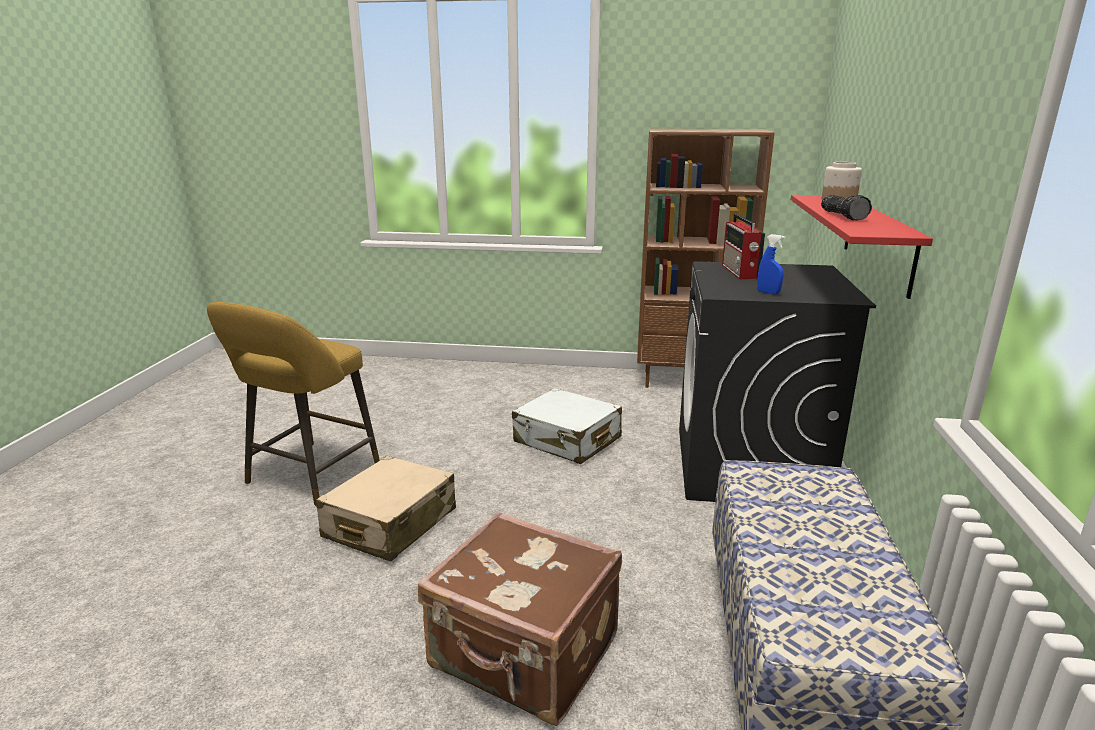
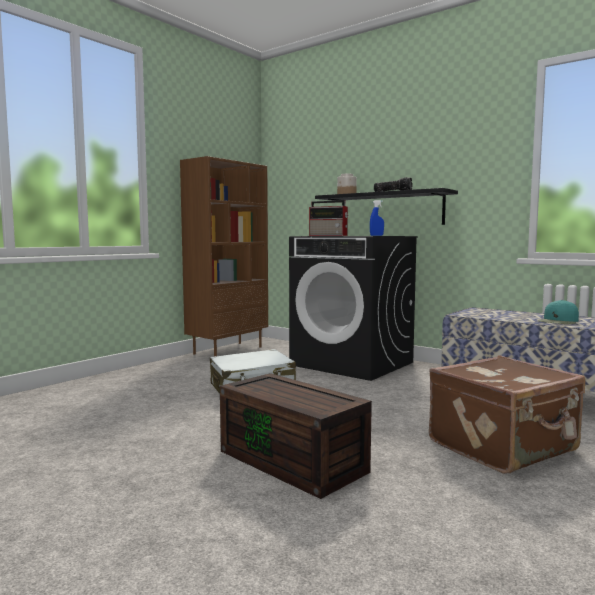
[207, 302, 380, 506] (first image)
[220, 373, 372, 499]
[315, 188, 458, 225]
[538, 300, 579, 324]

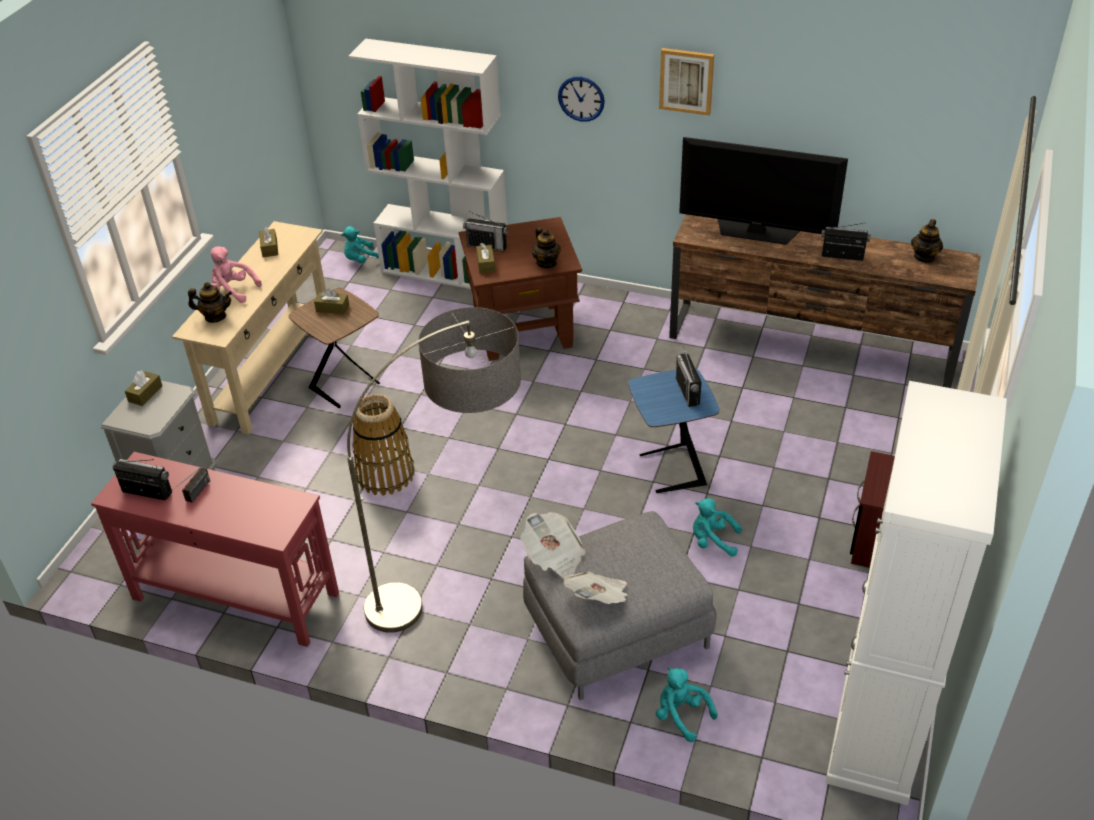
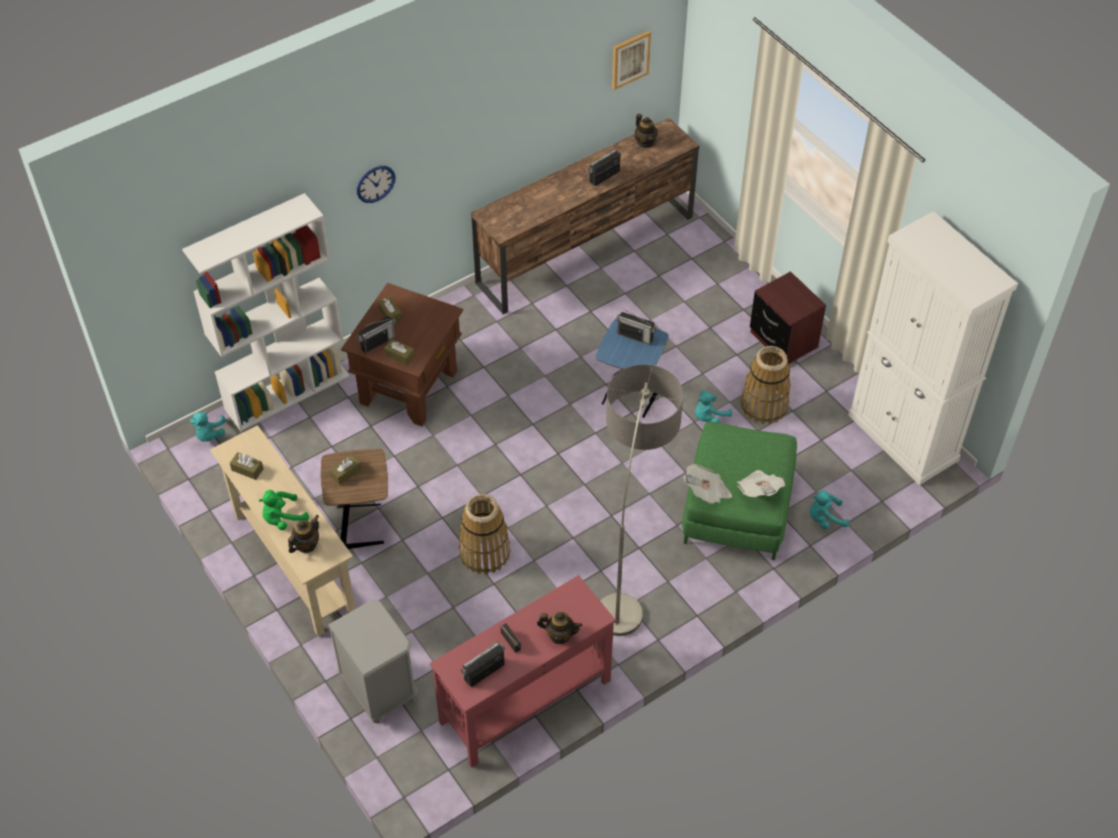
[378, 296, 402, 323]
[259, 490, 309, 530]
[682, 422, 797, 560]
[537, 611, 582, 644]
[612, 30, 651, 90]
[679, 137, 848, 245] (first image)
[741, 346, 791, 424]

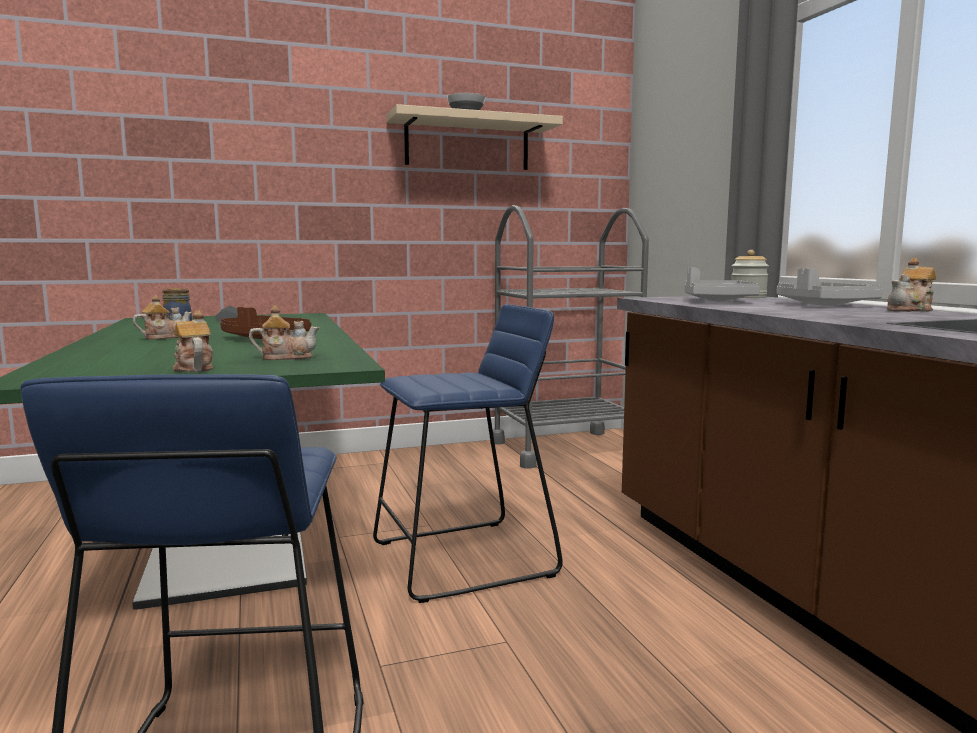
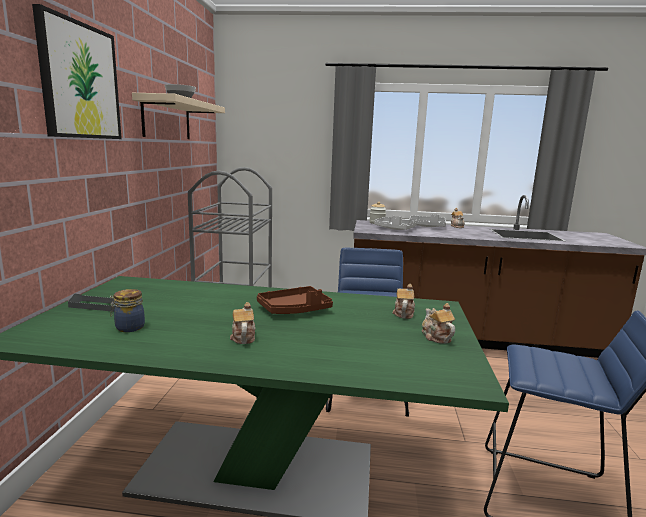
[422, 303, 455, 344]
[32, 4, 122, 139]

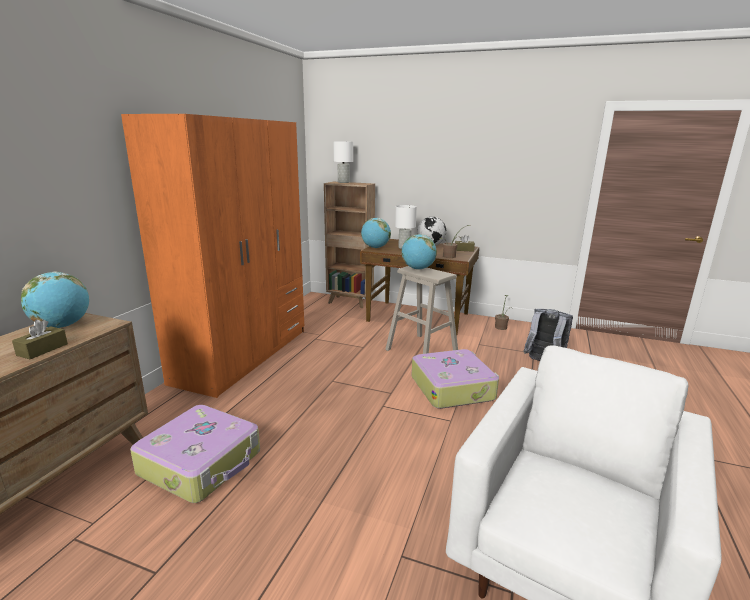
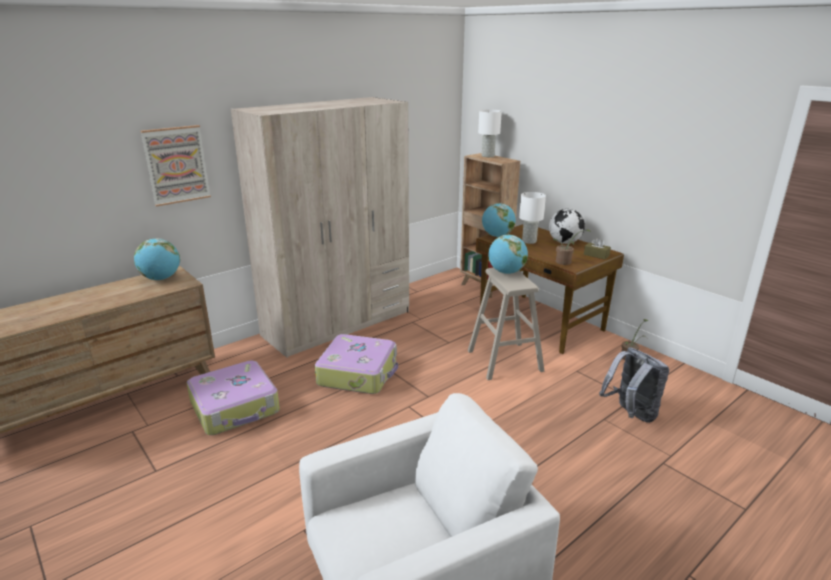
[12, 320, 68, 359] (first image)
[231, 97, 409, 358]
[315, 334, 398, 394]
[141, 125, 211, 207]

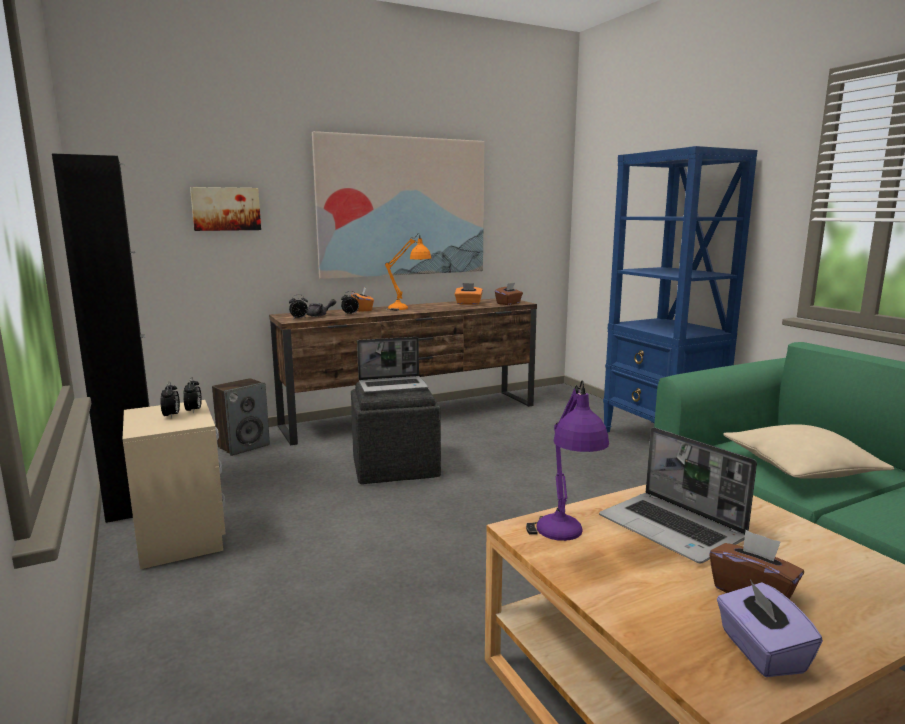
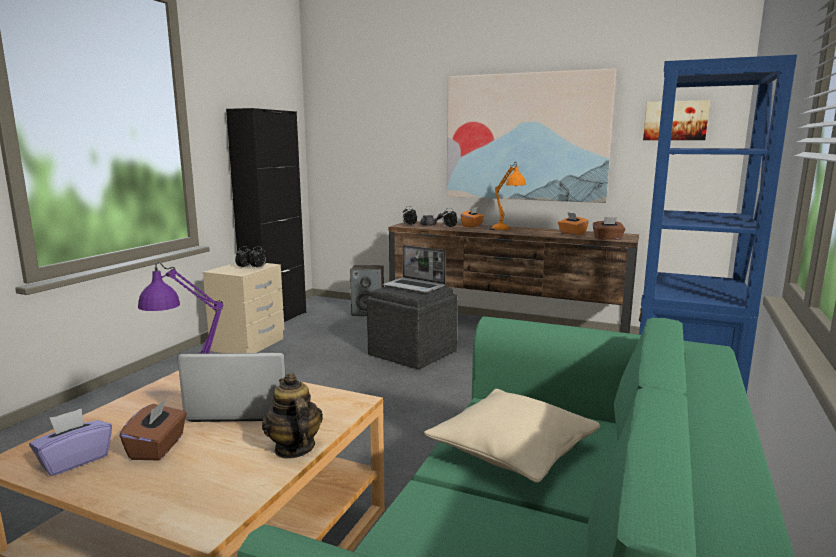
[643, 100, 710, 140]
[177, 353, 286, 422]
[262, 373, 323, 459]

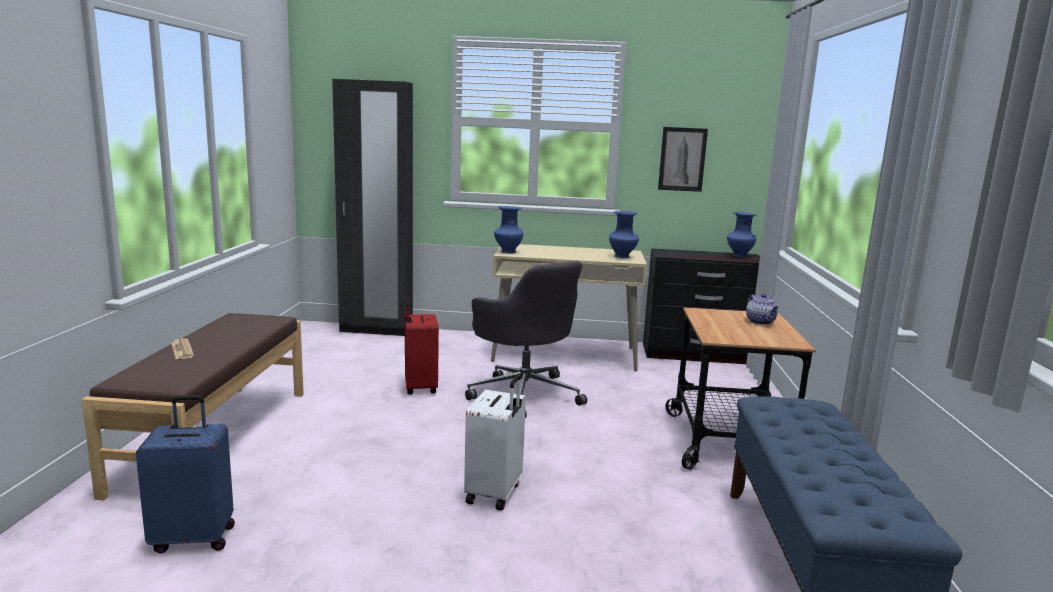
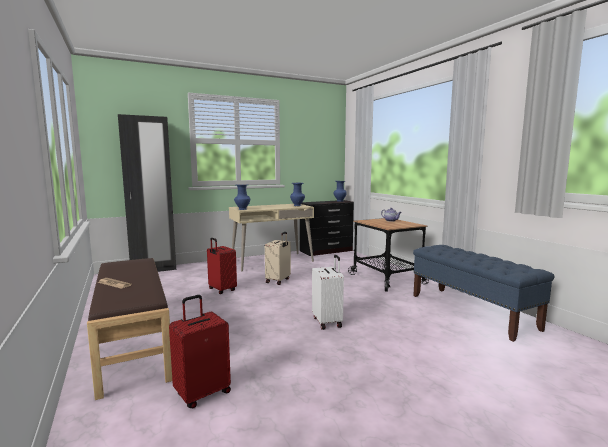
[169, 295, 231, 408]
[265, 232, 291, 285]
[658, 127, 708, 192] (first image)

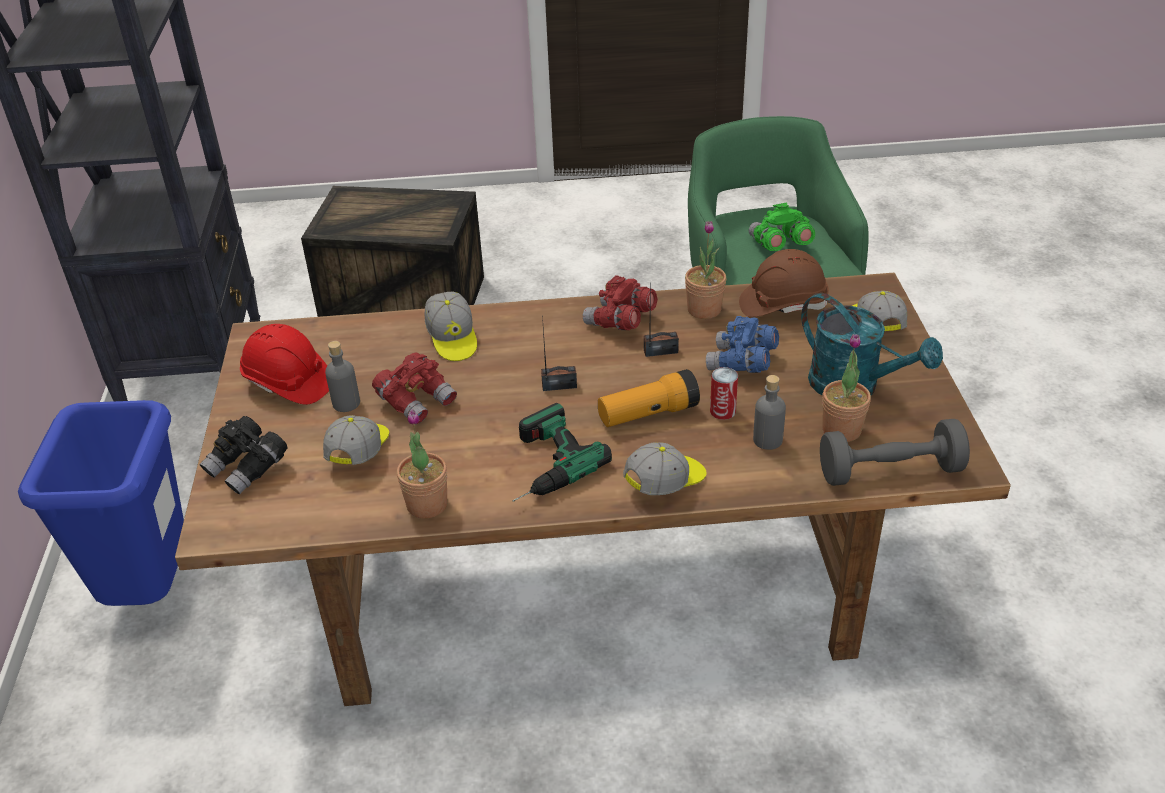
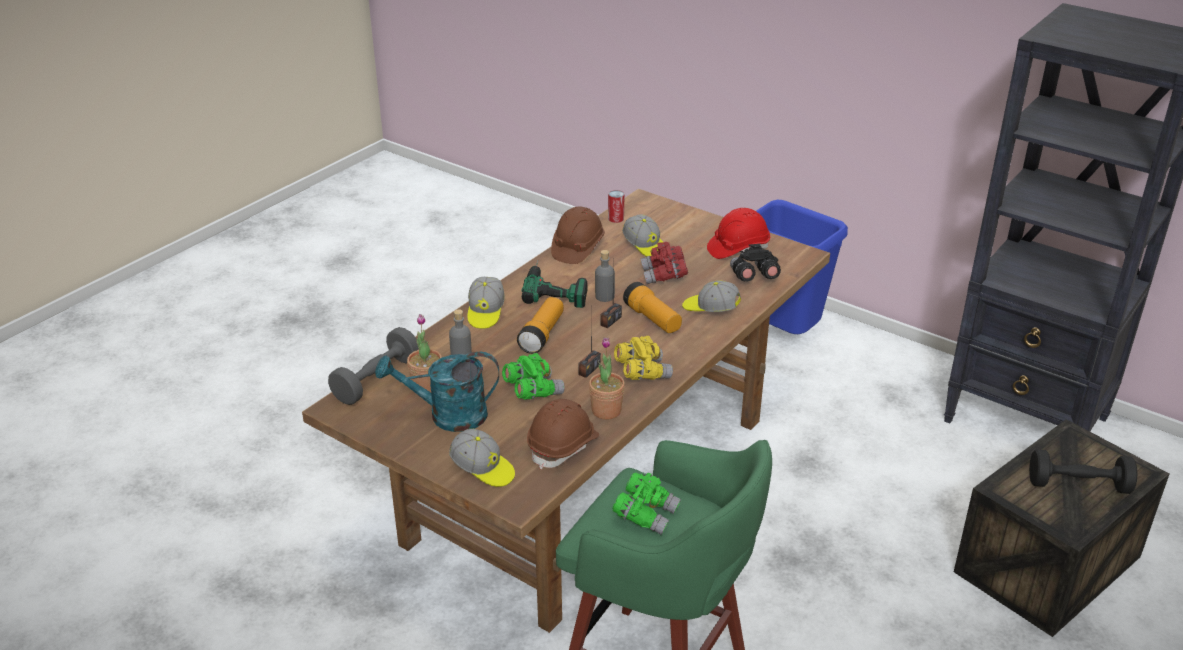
[730, 244, 781, 281]
[595, 250, 615, 302]
[551, 206, 605, 264]
[614, 336, 673, 380]
[502, 353, 565, 400]
[608, 190, 625, 223]
[623, 282, 682, 333]
[1029, 449, 1137, 494]

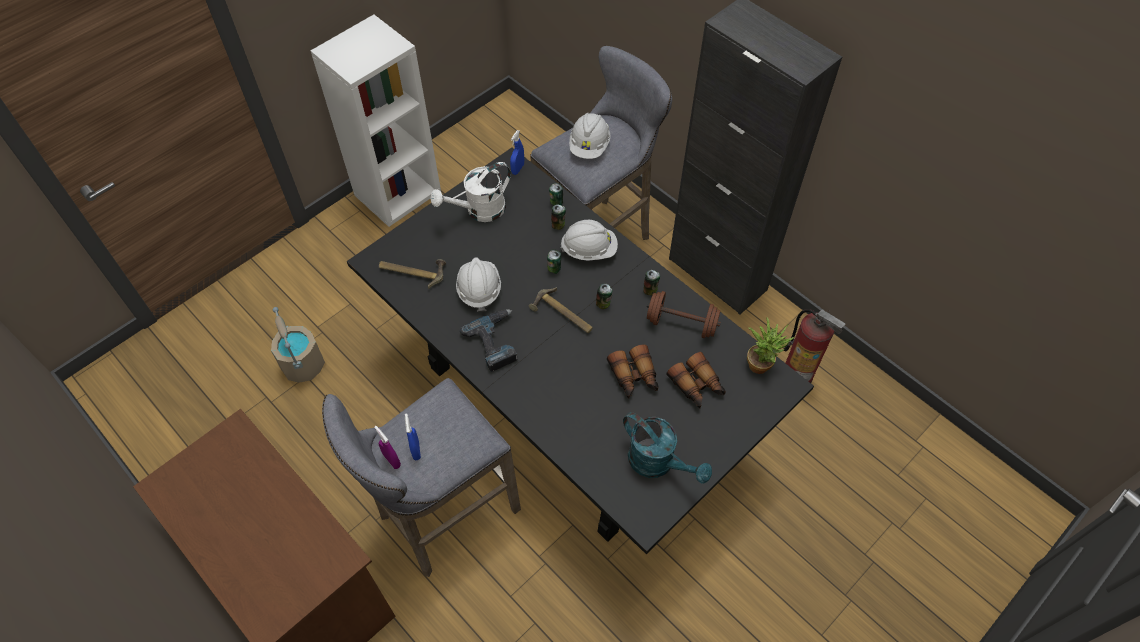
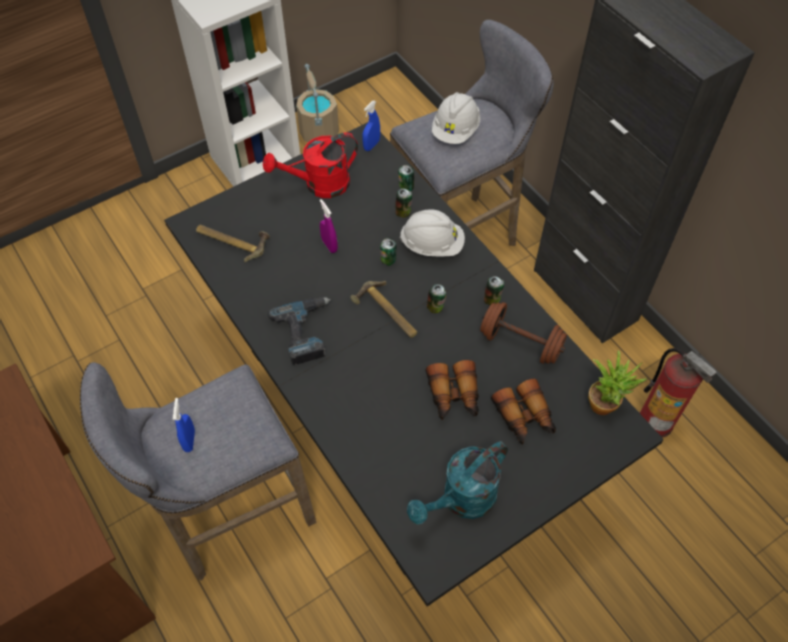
[296, 64, 339, 142]
[320, 199, 338, 253]
[263, 132, 358, 198]
[456, 257, 501, 312] (first image)
[407, 441, 508, 524]

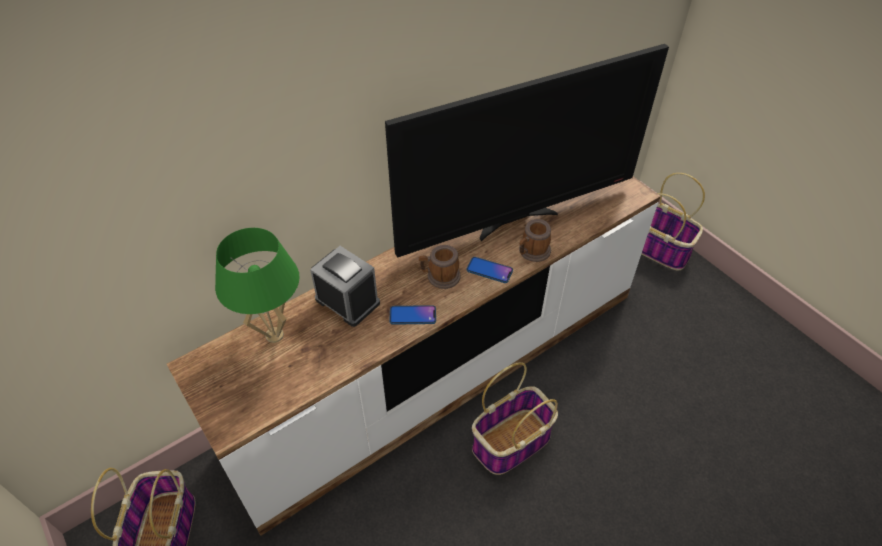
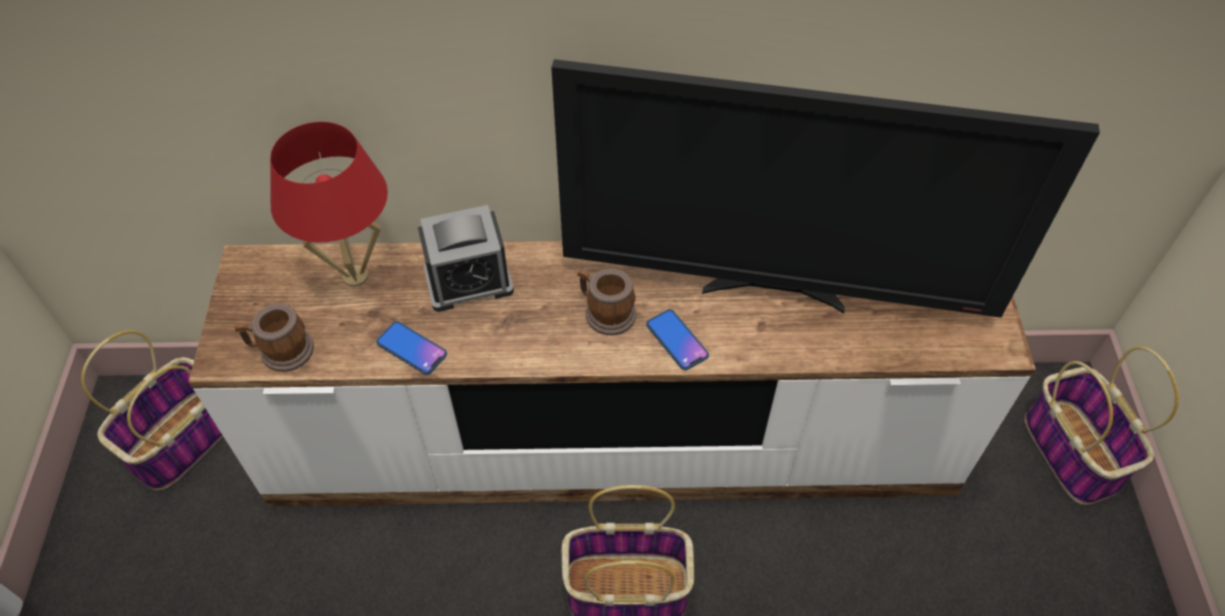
[270, 122, 388, 287]
[418, 205, 514, 312]
[376, 321, 447, 375]
[235, 303, 314, 372]

